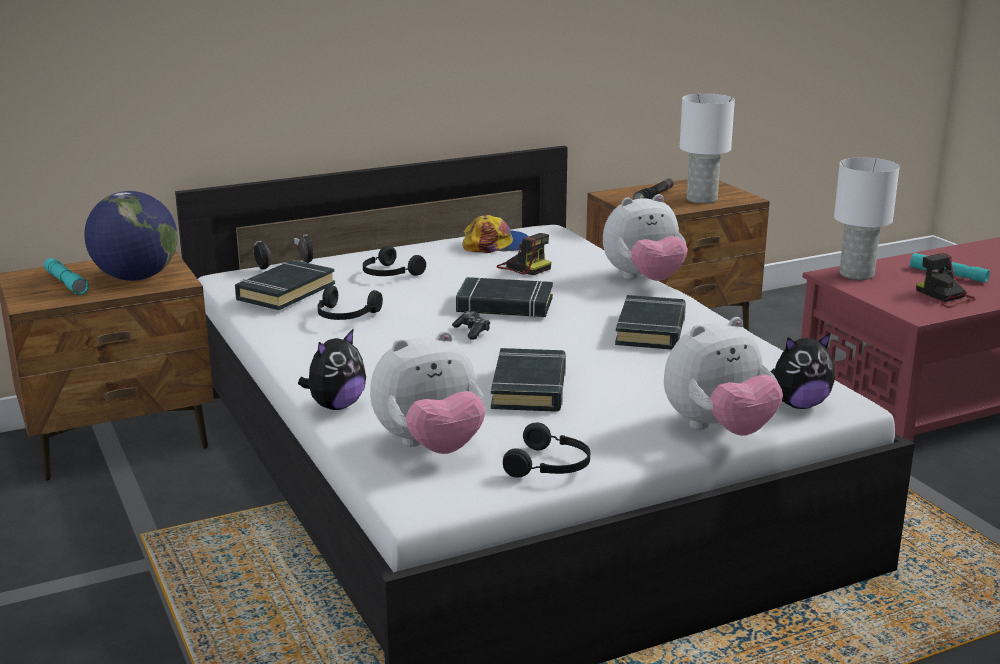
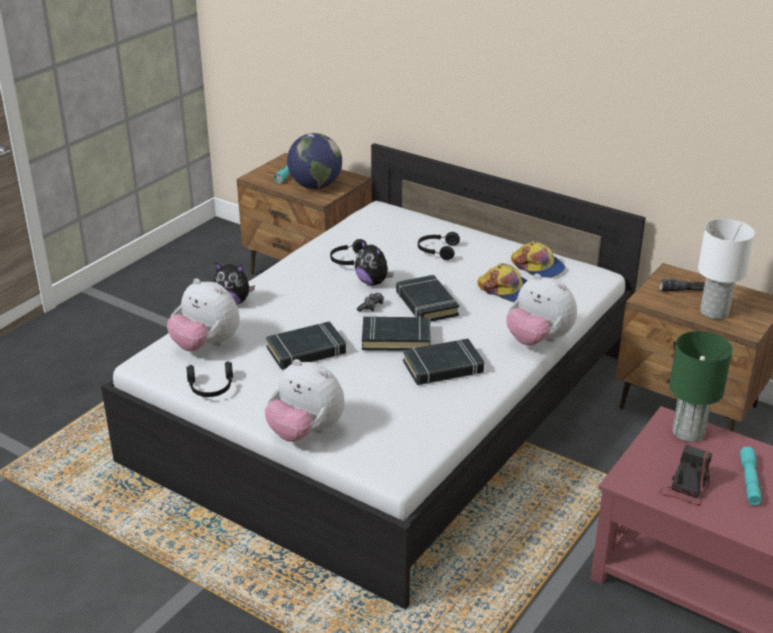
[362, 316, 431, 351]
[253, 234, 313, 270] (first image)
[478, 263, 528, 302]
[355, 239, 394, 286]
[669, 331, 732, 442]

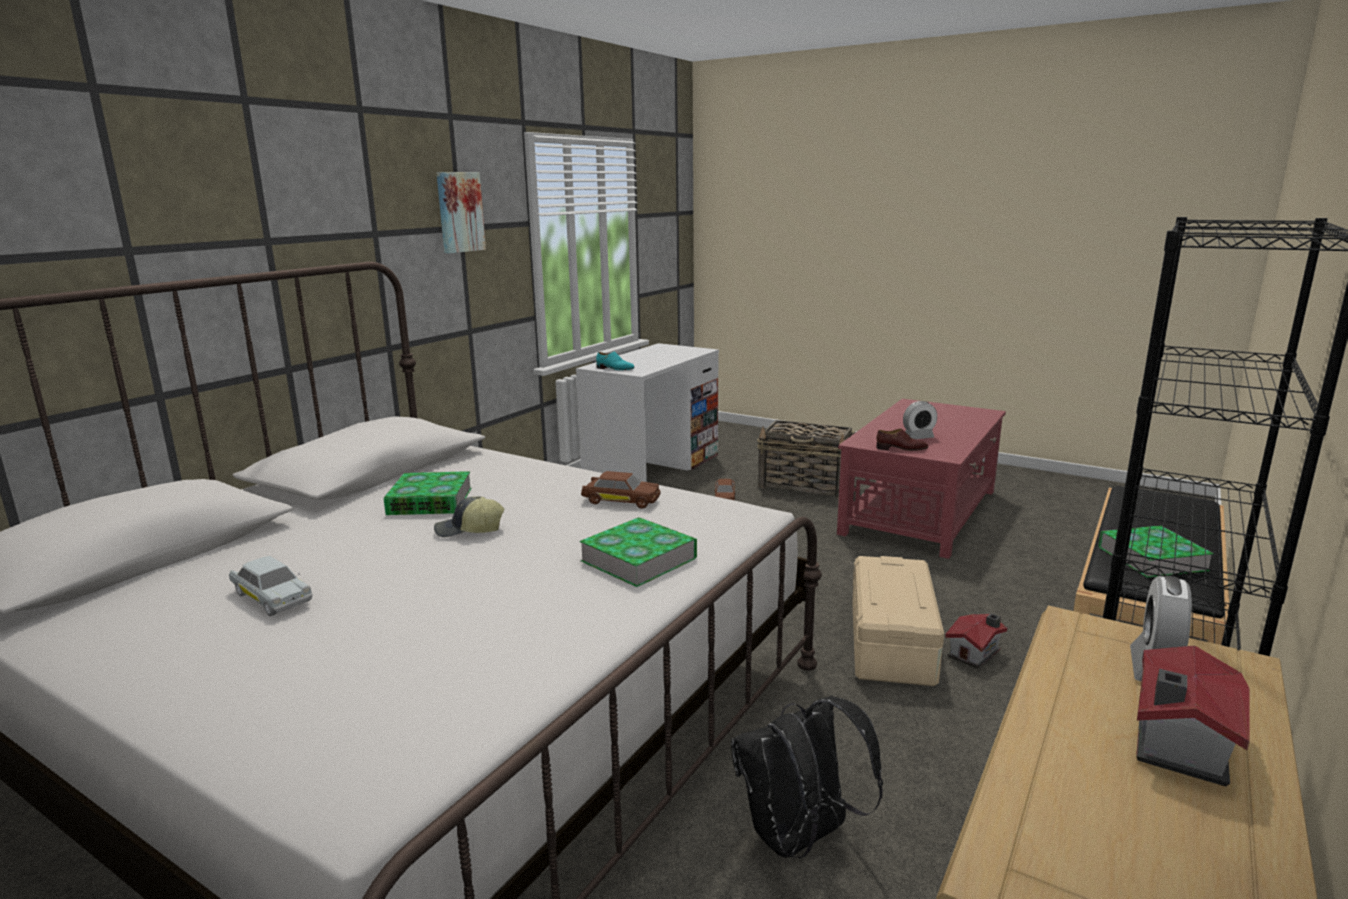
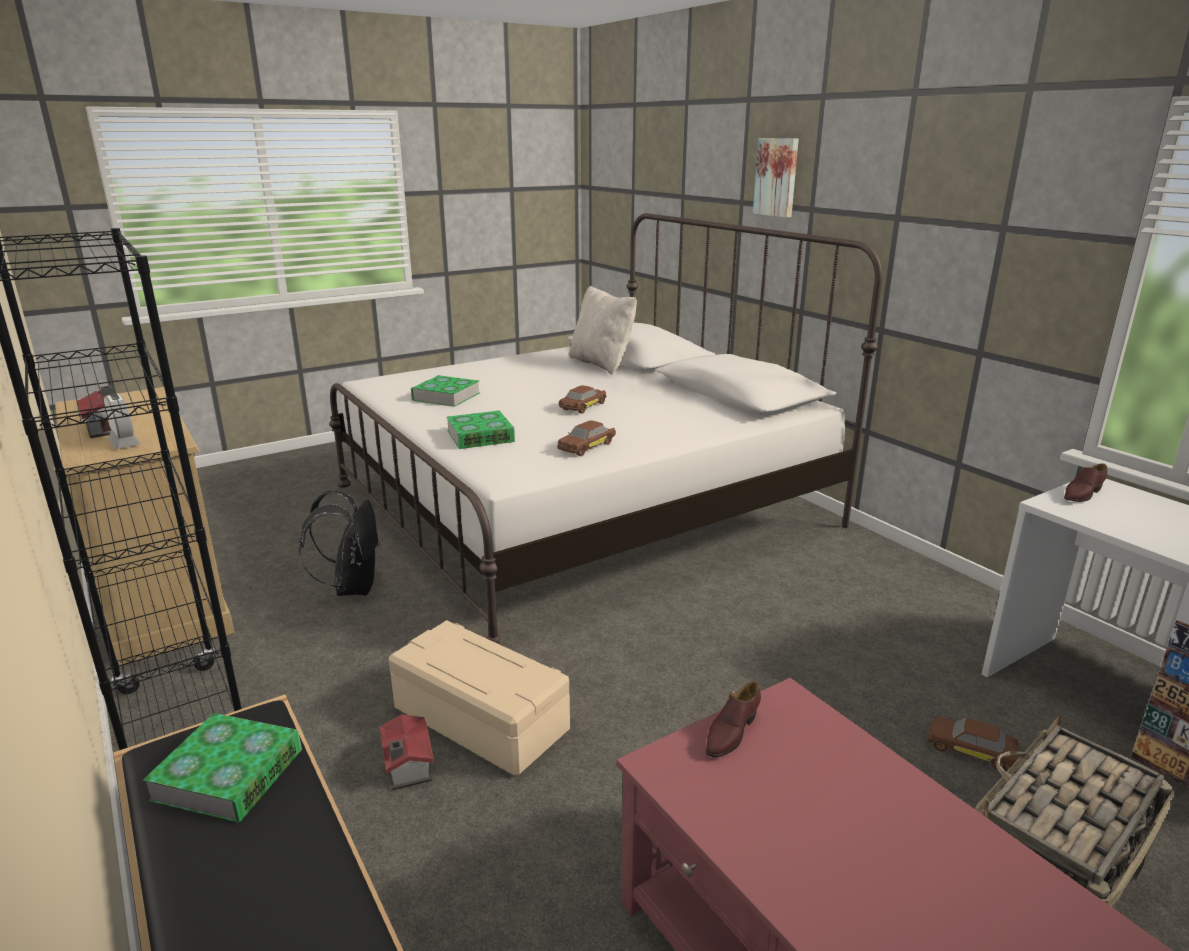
[229, 556, 313, 616] (first image)
[411, 375, 480, 407]
[559, 386, 606, 414]
[753, 138, 799, 218]
[1064, 463, 1107, 502]
[903, 401, 937, 439] (first image)
[569, 286, 637, 375]

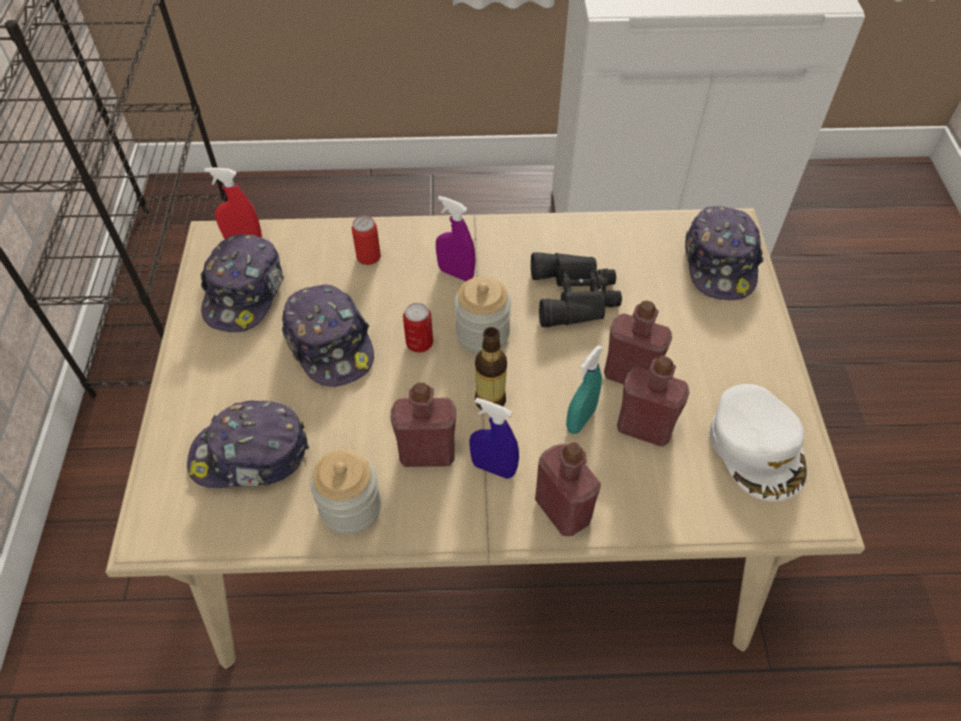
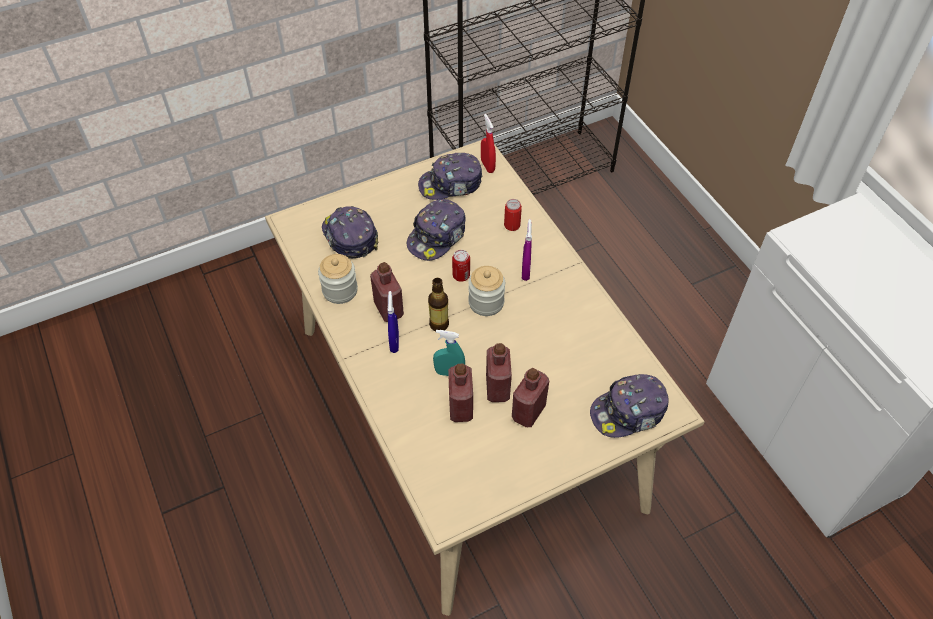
[531, 252, 622, 327] (first image)
[512, 368, 549, 427]
[709, 384, 807, 501] (first image)

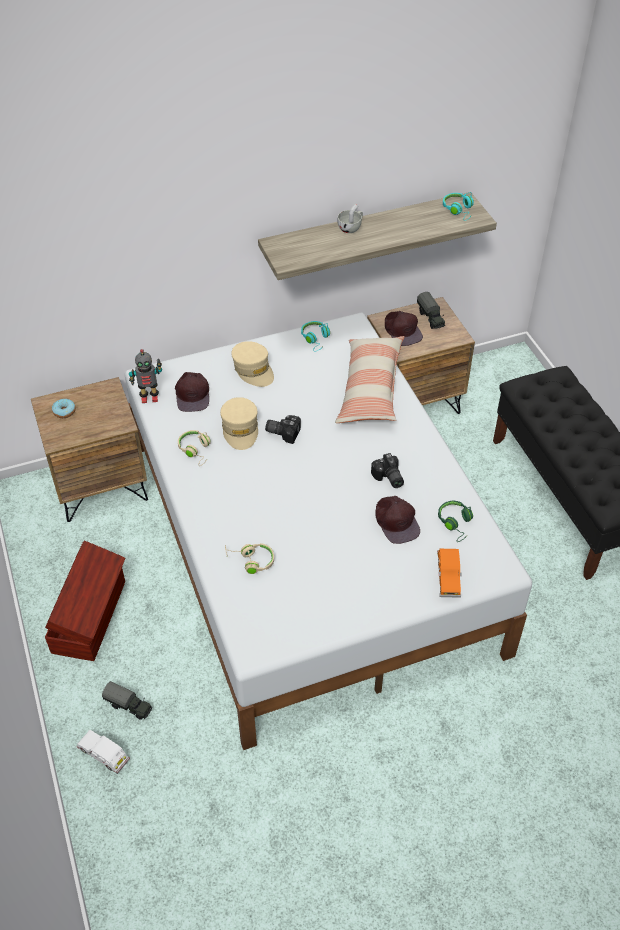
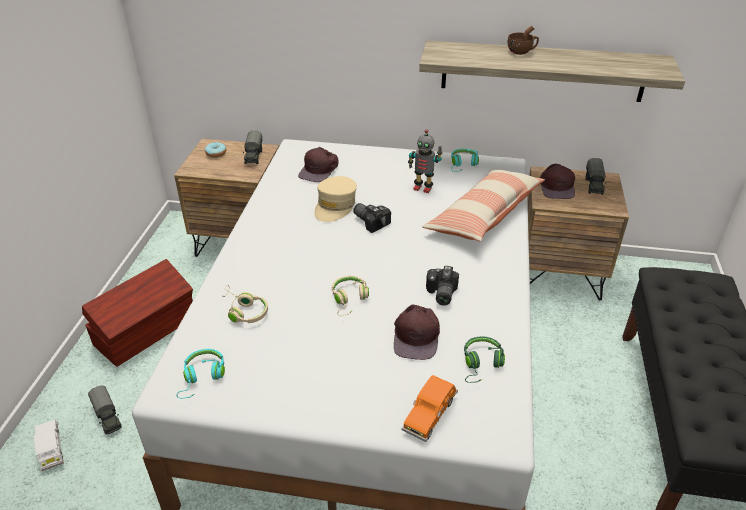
[408, 129, 443, 193]
[332, 276, 369, 316]
[231, 341, 274, 387] (first image)
[508, 25, 539, 55]
[177, 349, 225, 399]
[243, 131, 262, 164]

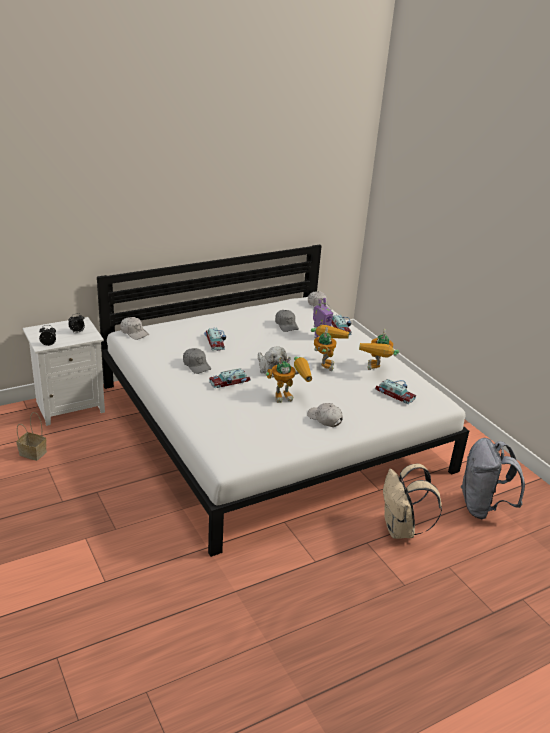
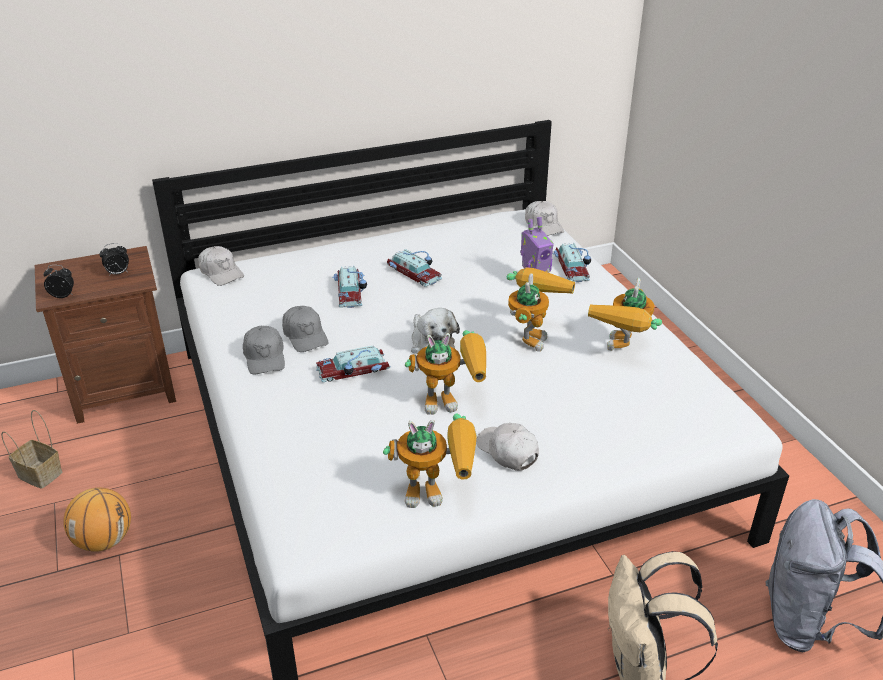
[35, 246, 176, 424]
[243, 326, 285, 374]
[387, 249, 442, 287]
[63, 488, 131, 552]
[383, 414, 477, 508]

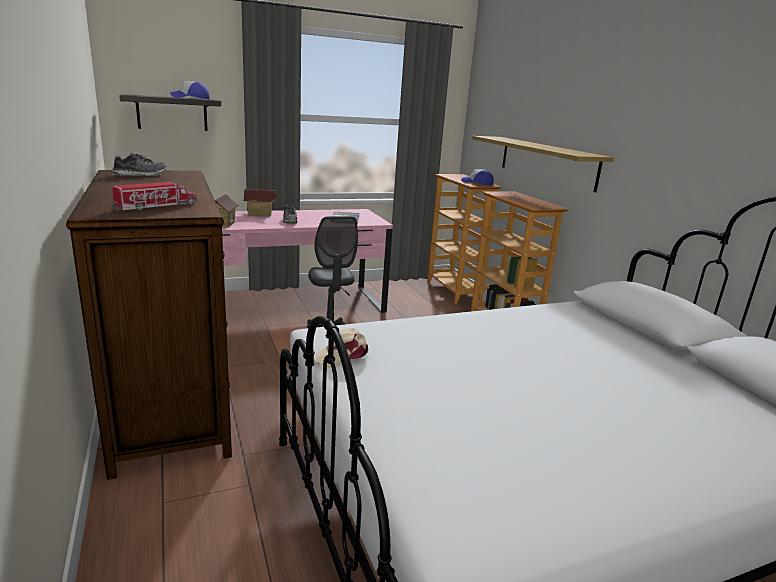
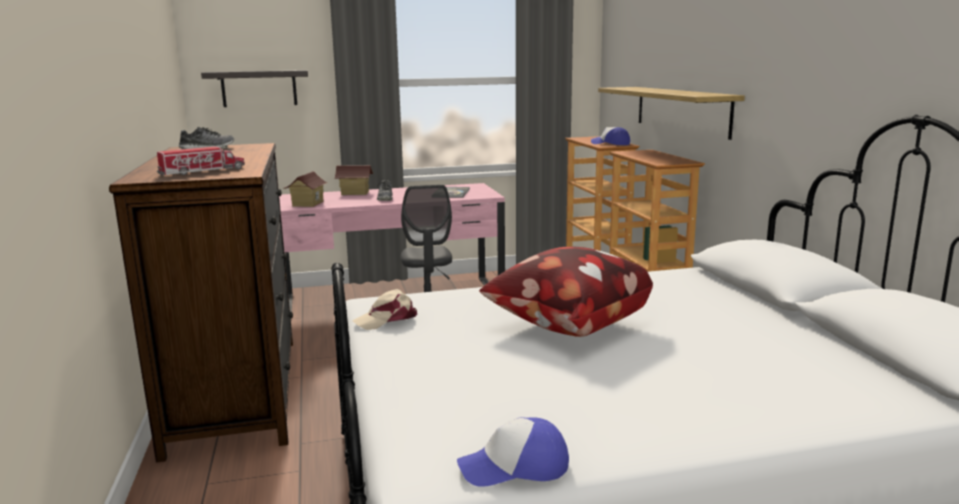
[457, 417, 569, 487]
[479, 247, 653, 337]

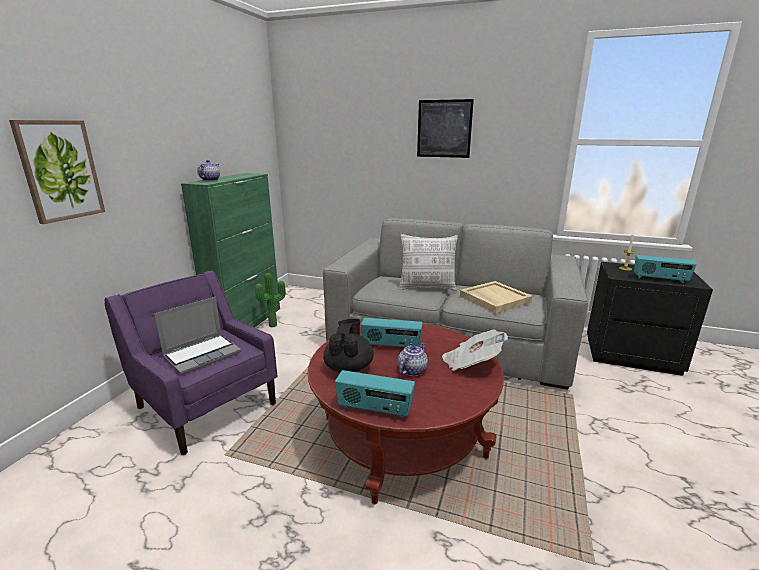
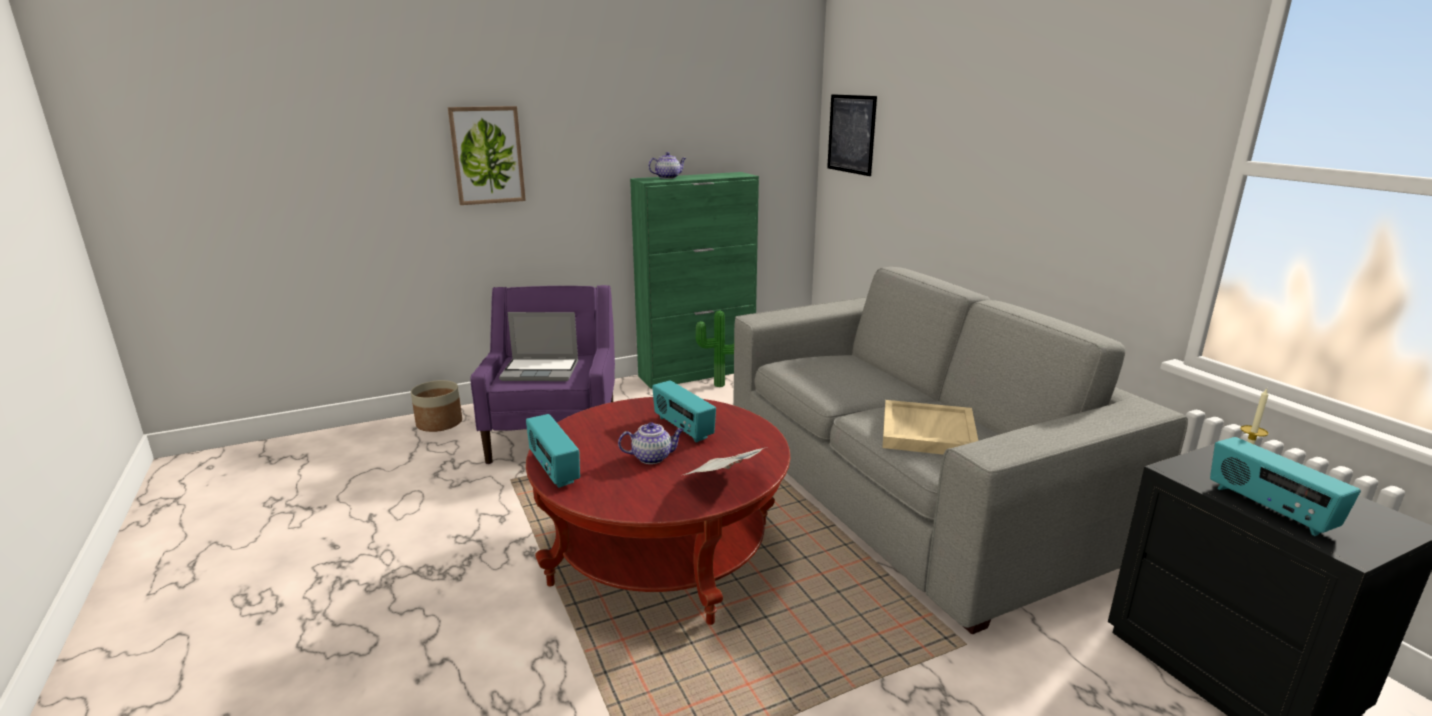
[323, 319, 374, 373] (first image)
[399, 234, 458, 291] (first image)
[827, 94, 877, 176]
[411, 380, 462, 432]

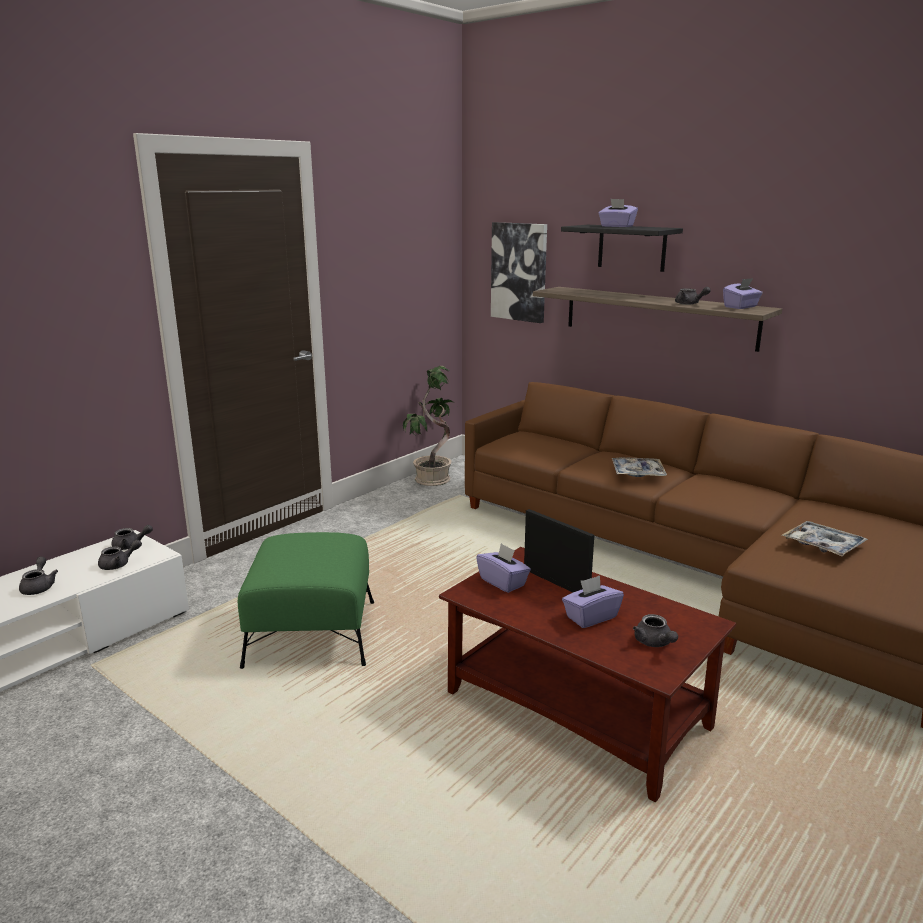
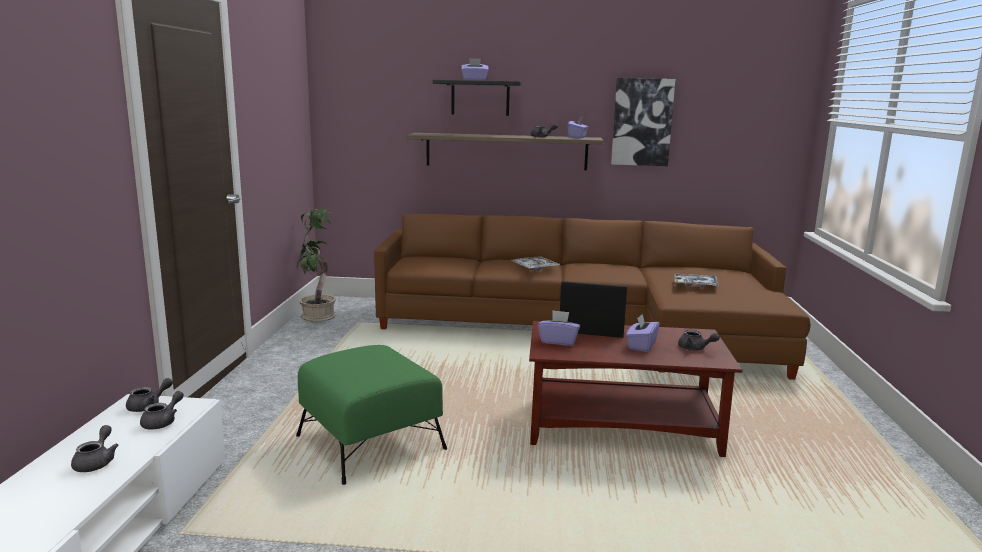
[71, 425, 119, 472]
[611, 78, 675, 166]

